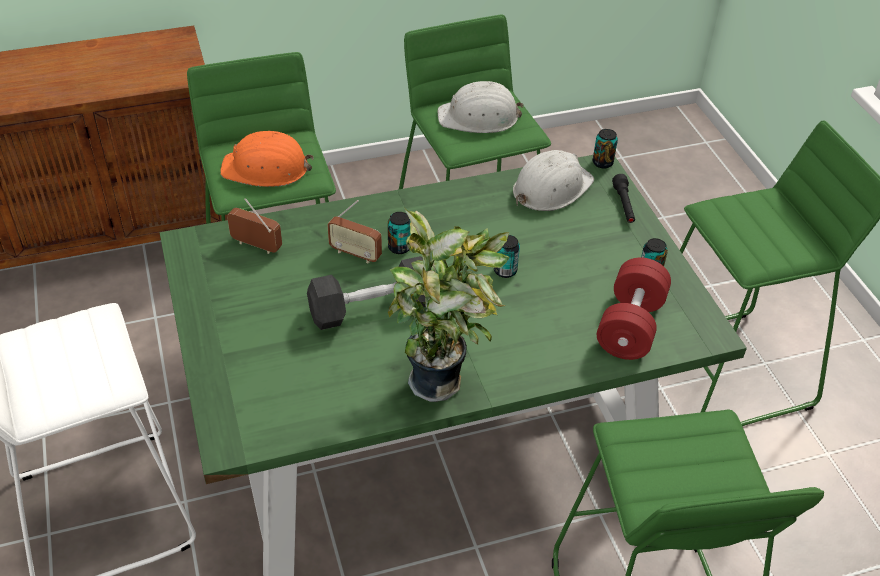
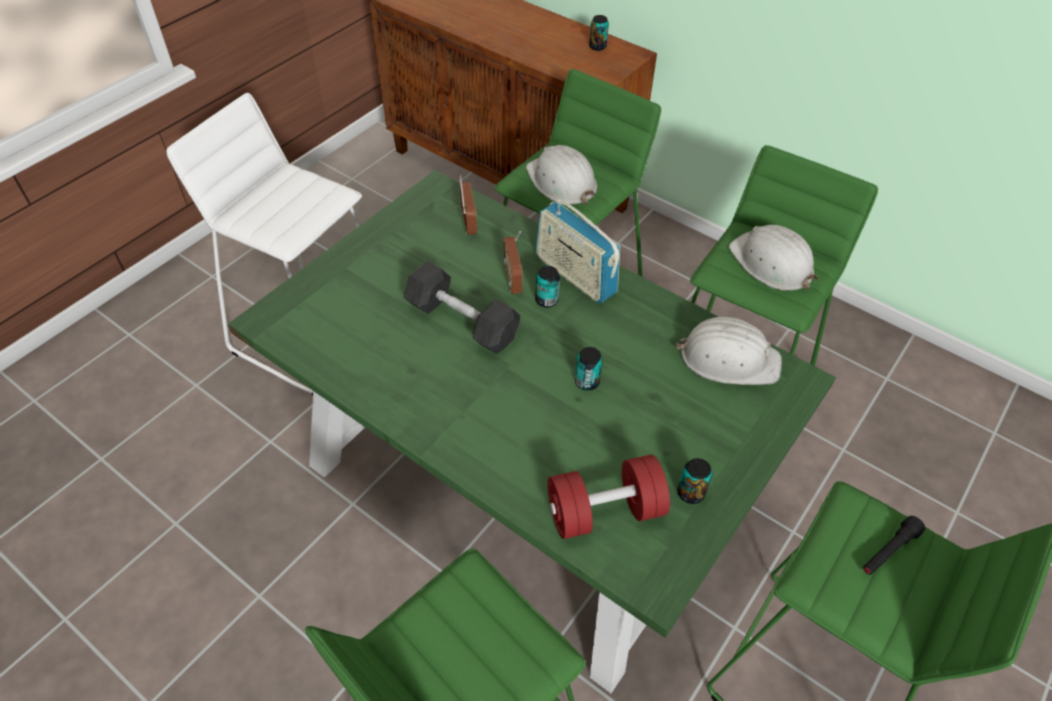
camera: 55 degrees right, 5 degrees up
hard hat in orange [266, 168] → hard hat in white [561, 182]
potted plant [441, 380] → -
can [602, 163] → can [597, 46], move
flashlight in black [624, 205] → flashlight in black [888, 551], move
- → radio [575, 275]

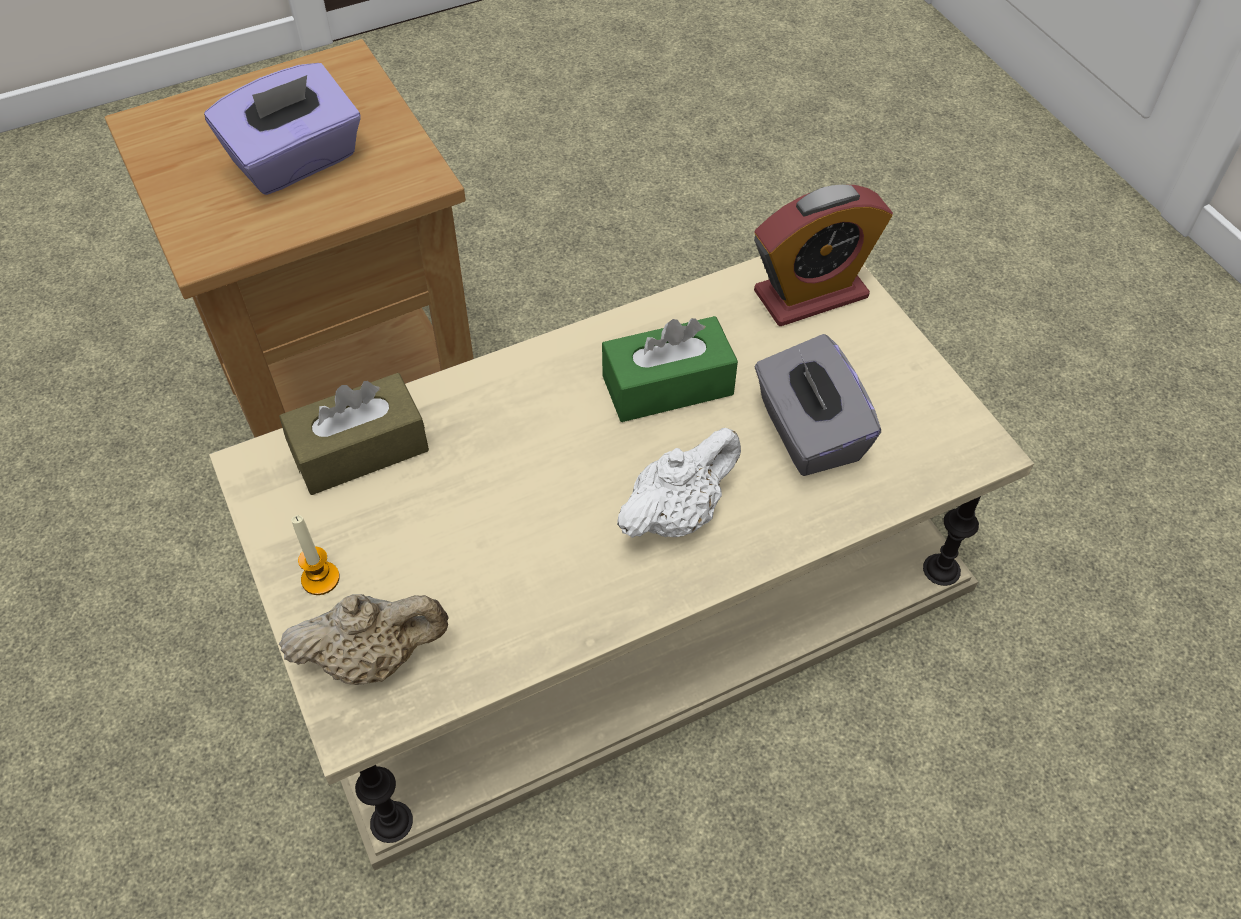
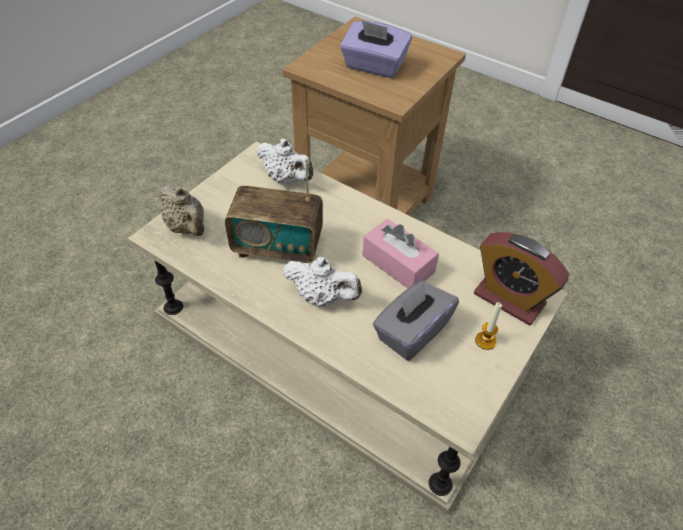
camera: 60 degrees right, 5 degrees down
tissue box in brown [360, 449] → teapot in white [286, 179]
candle [320, 579] → candle [485, 341], move
tissue box in green [667, 385] → tissue box in pink [398, 264]
- → radio [277, 247]

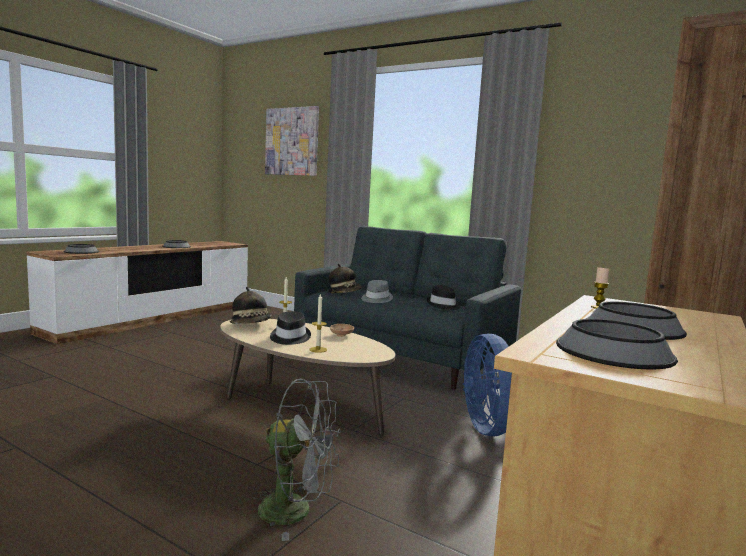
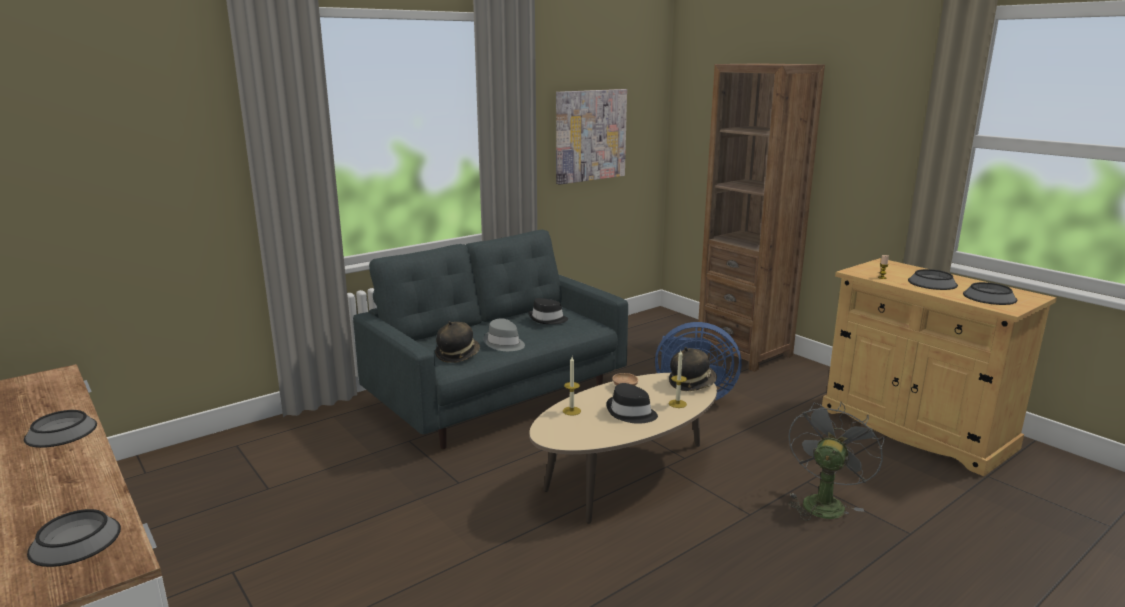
camera: 70 degrees left, 10 degrees up
hat [251, 324] → hat [691, 383], move
picture [292, 141] → picture [590, 135], move

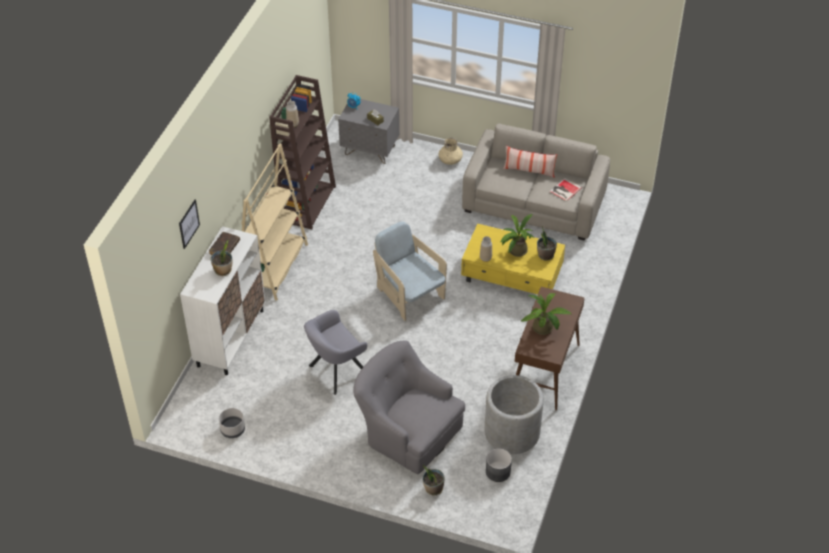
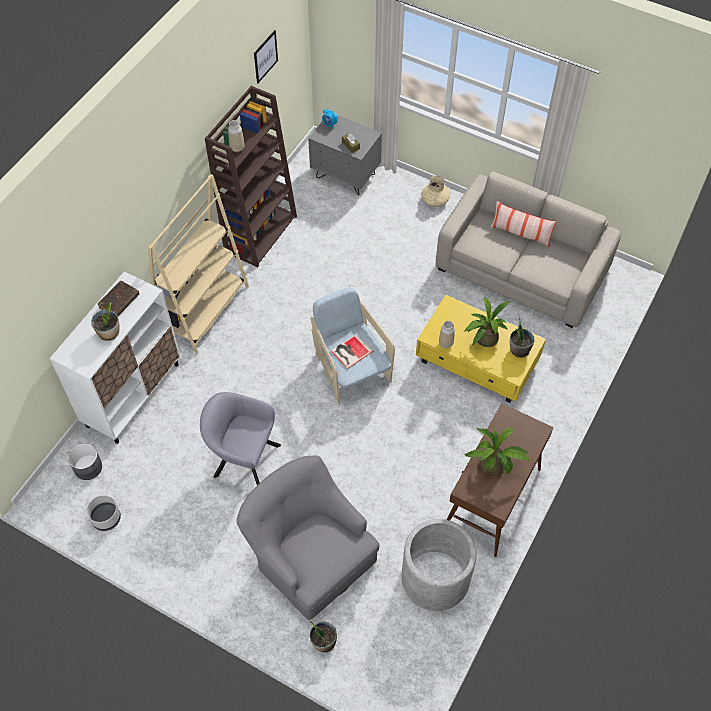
camera: 10 degrees right, 10 degrees up
picture [189, 224] → picture [265, 56], move
armchair in grey [336, 371] → armchair in grey [243, 459], 45 degrees clockwise
planter in grey [498, 471] → planter in grey [88, 467], move
book [564, 190] → book [350, 351], move

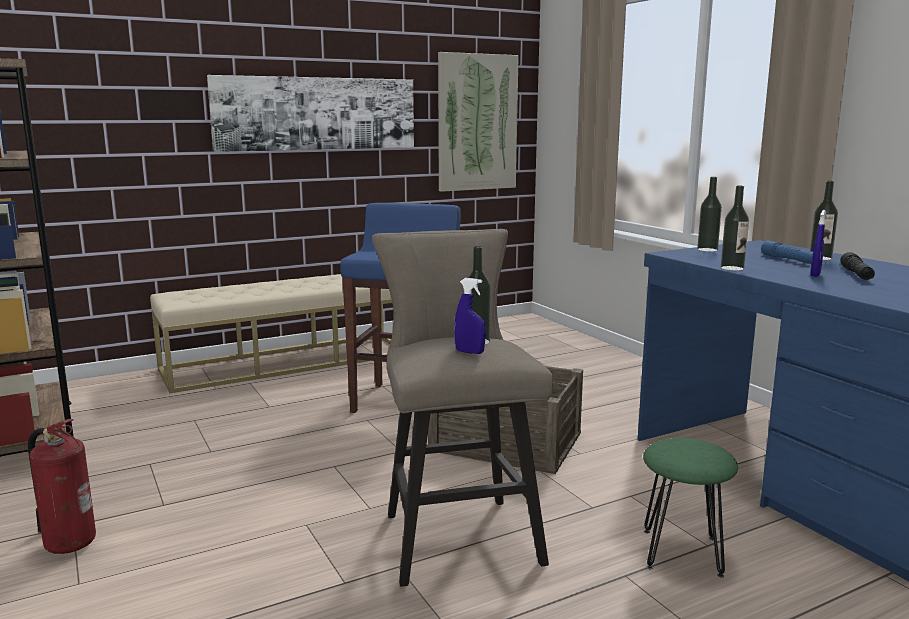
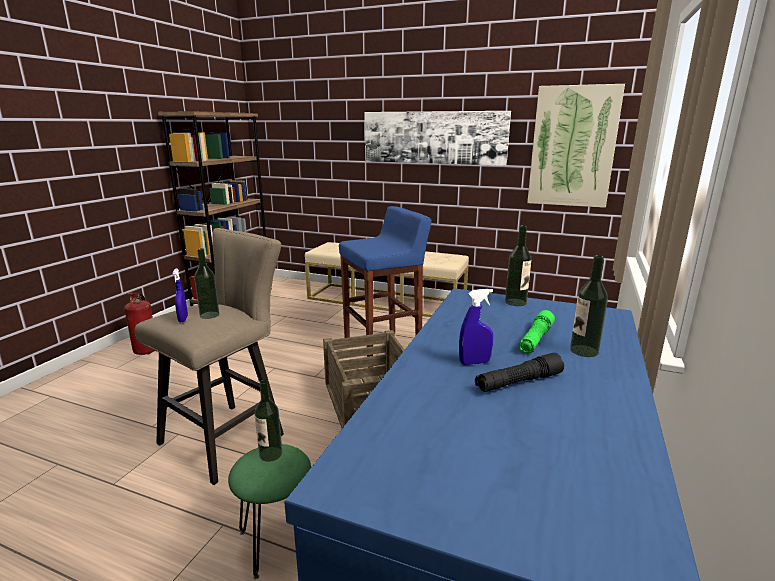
camera: 50 degrees right, 5 degrees up
bottle [732, 268] → bottle [270, 454], move
flashlight in blue [789, 260] → flashlight in green [535, 339]

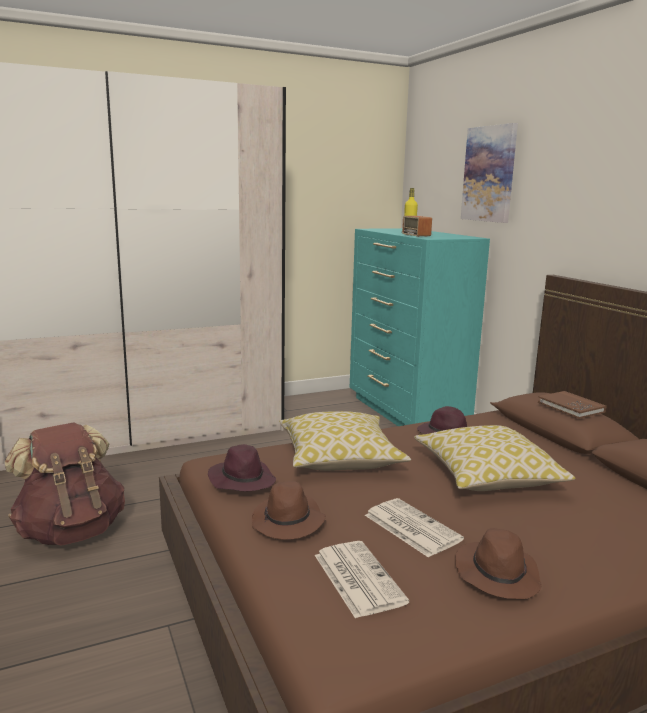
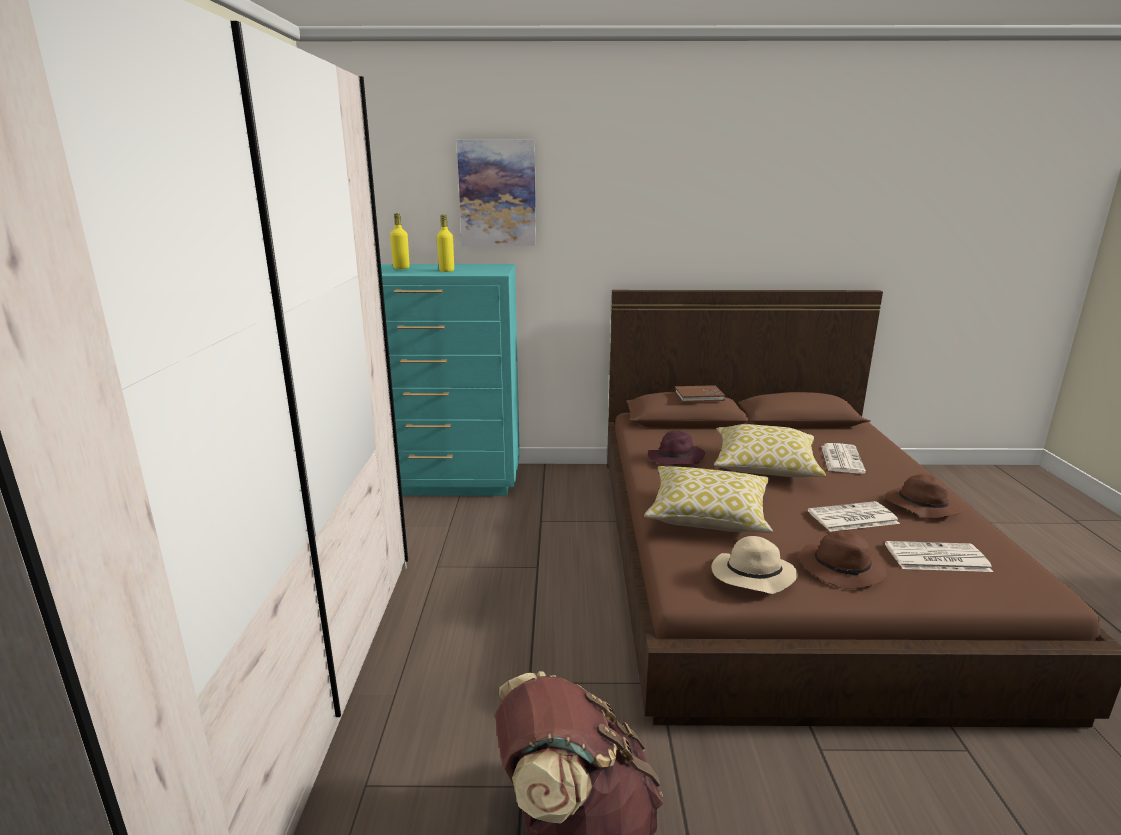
camera: 65 degrees left, 5 degrees up
hat in purple [241, 480] → hat in beige [751, 576]
radio [418, 234] → bottle in yellow [446, 271]
- → newspaper [841, 459]

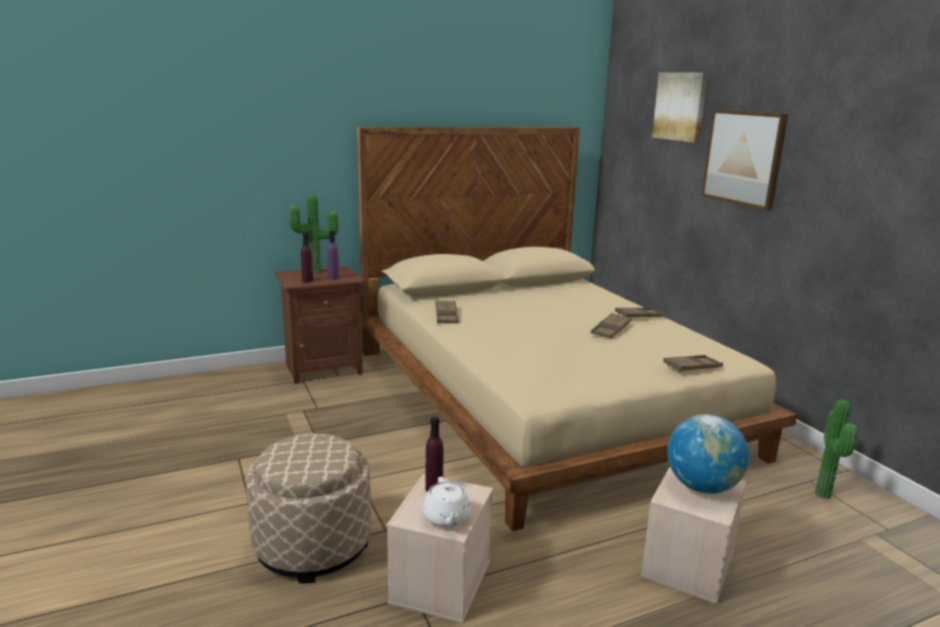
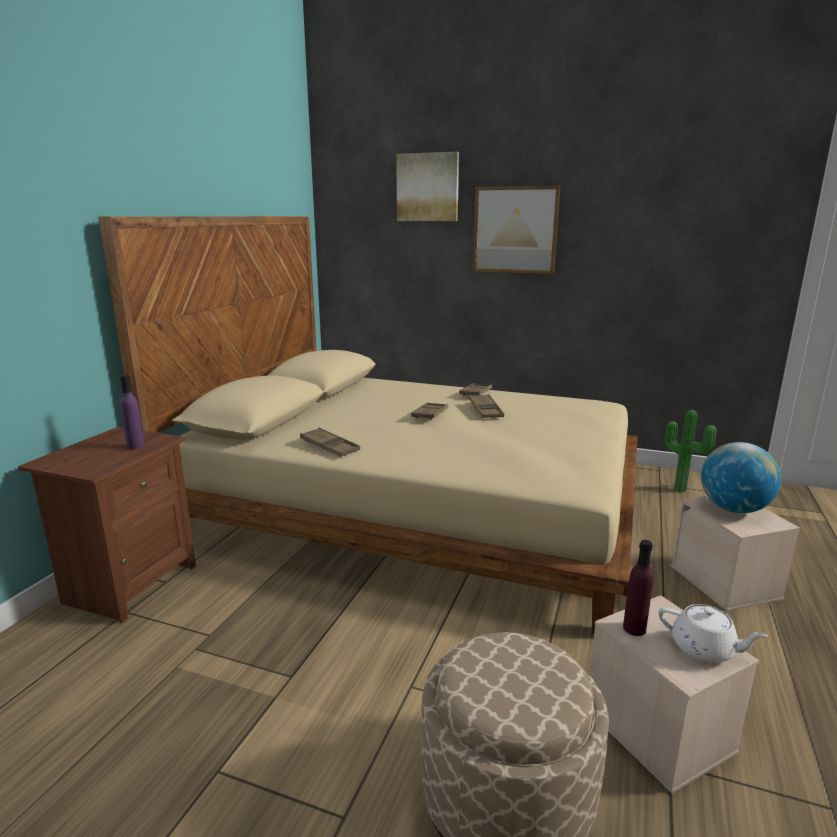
camera: 45 degrees left, 0 degrees up
potted plant [316, 272] → -
bottle in purple [307, 280] → -
tray in brown [692, 367] → tray in brown [430, 414], move

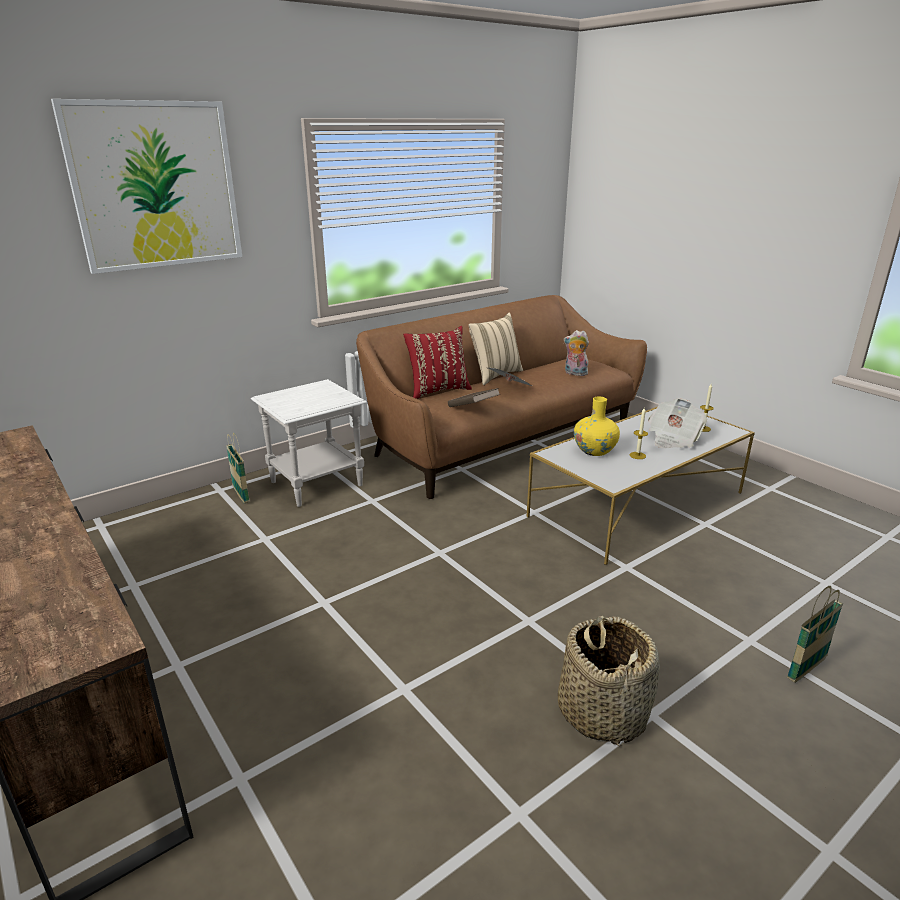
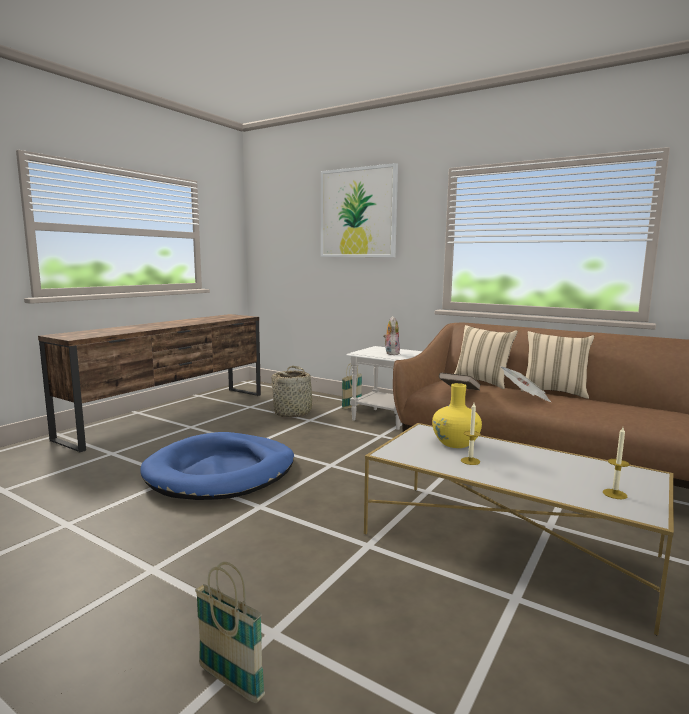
camera: 70 degrees right, 15 degrees down
pillow in red [437, 390] → pillow in beige [482, 382]
basket [602, 711] → basket [293, 413], move
plush toy [575, 373] → plush toy [391, 353], move
newspaper [673, 438] → -
- → dog bed in blue [221, 471]

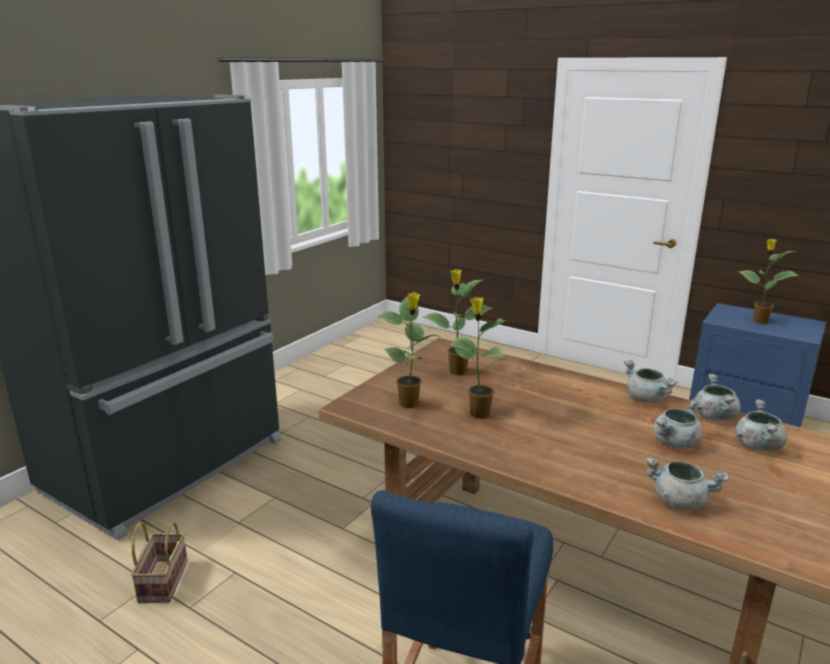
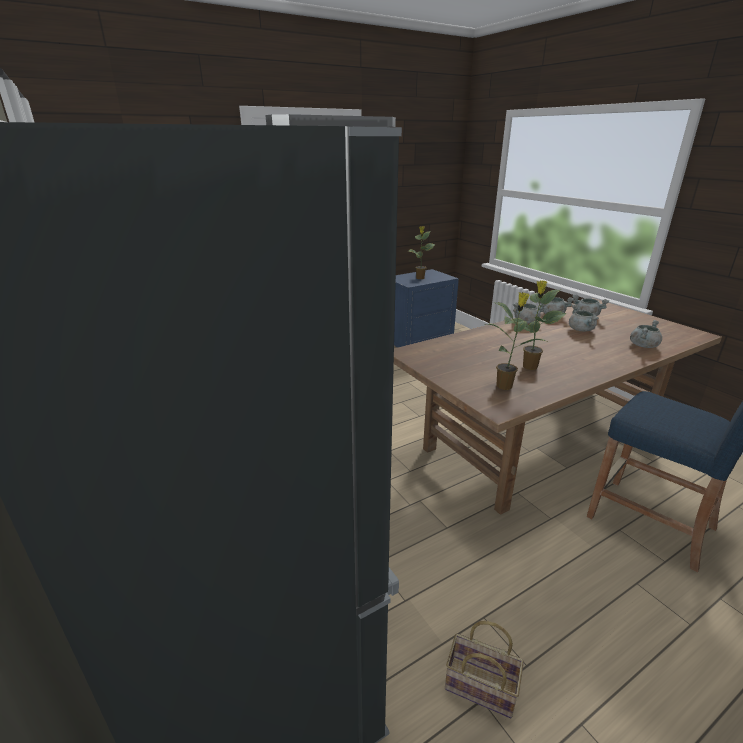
camera: 65 degrees left, 5 degrees up
potted plant [457, 372] → -

